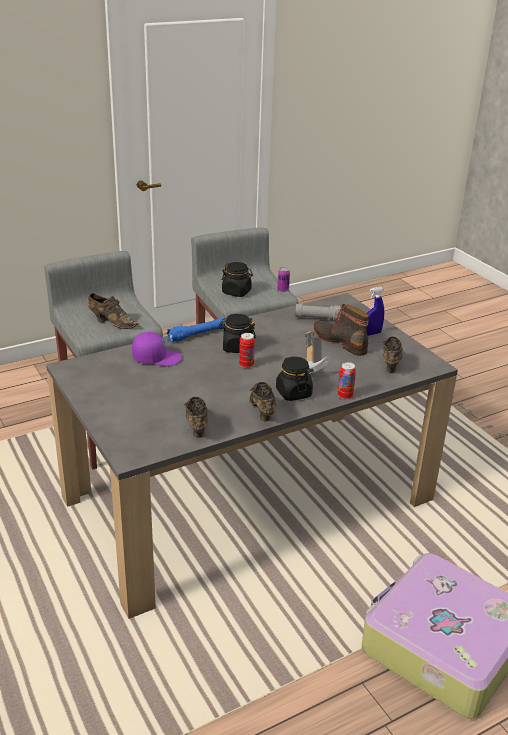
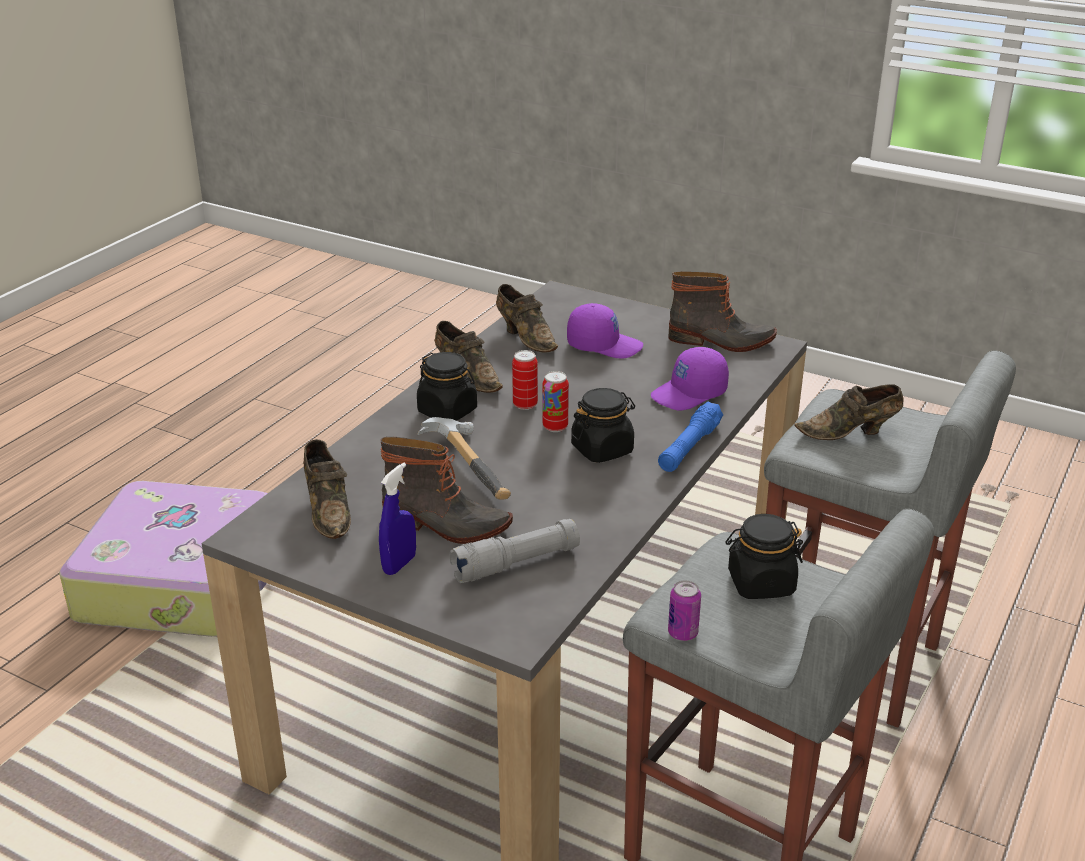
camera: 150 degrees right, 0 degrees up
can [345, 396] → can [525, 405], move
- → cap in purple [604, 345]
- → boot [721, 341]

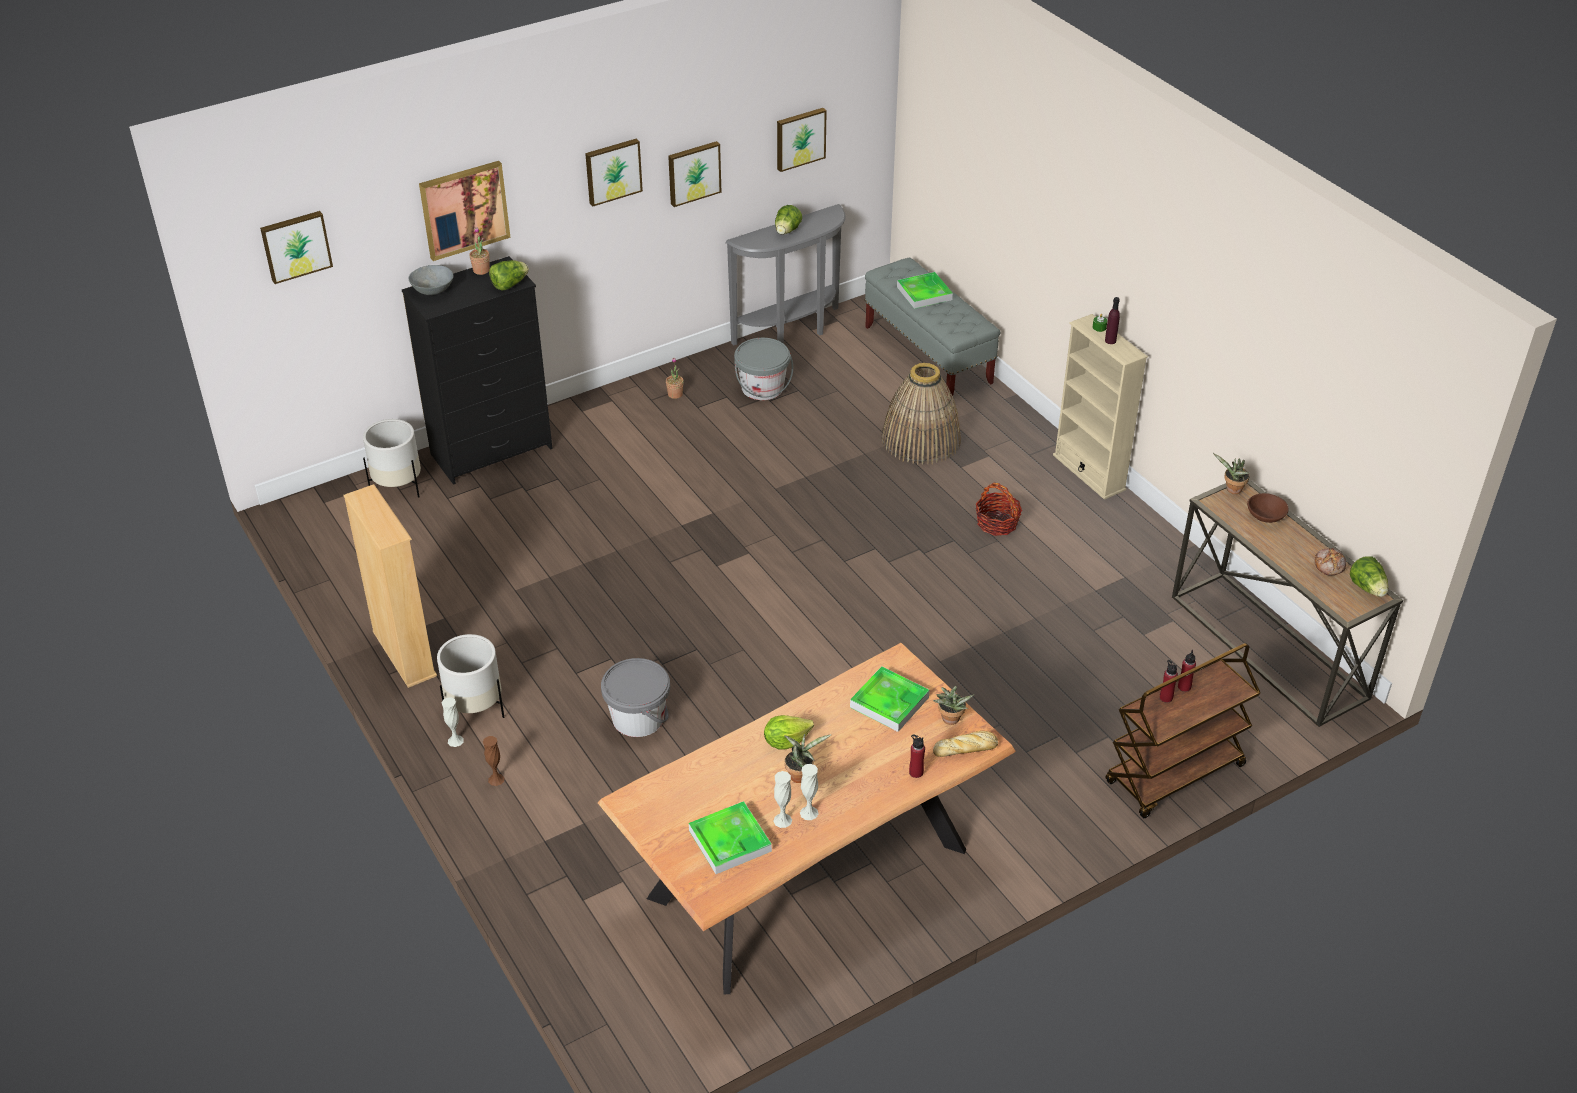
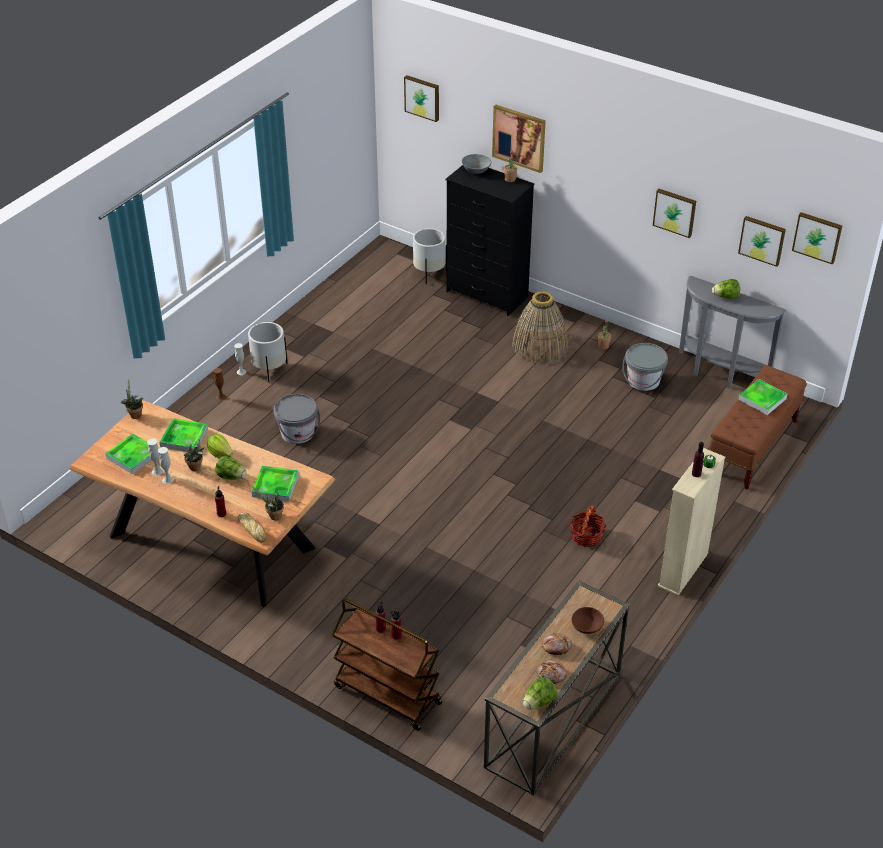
camera: 65 degrees right, 0 degrees up
bookcase in beige [404, 654] → -
lettuce [509, 285] → lettuce [231, 477], move
picture [612, 171] → picture [817, 237], move
bench in grey [928, 355] → bench in brown [752, 447]
basket [921, 440] → basket [539, 346], move
potted plant [1231, 490] → potted plant [134, 414], move
- → tray [184, 438]
- → bread [556, 646]

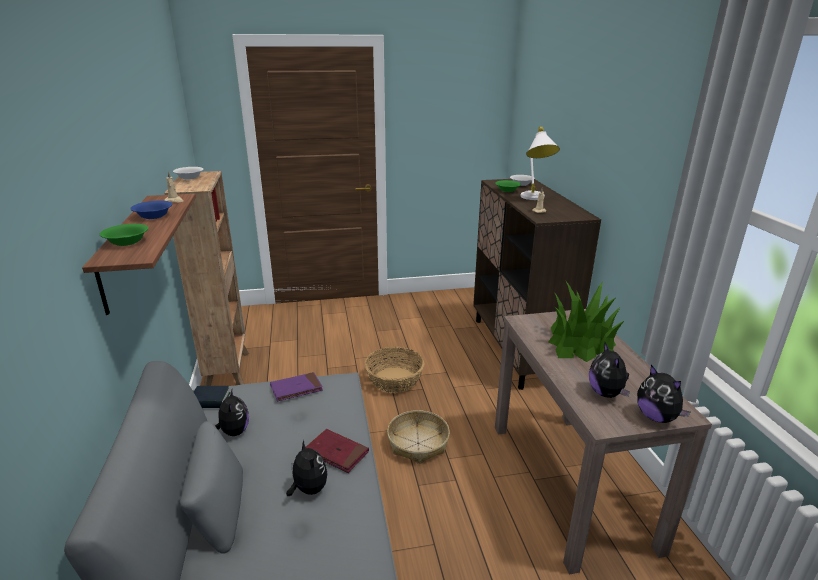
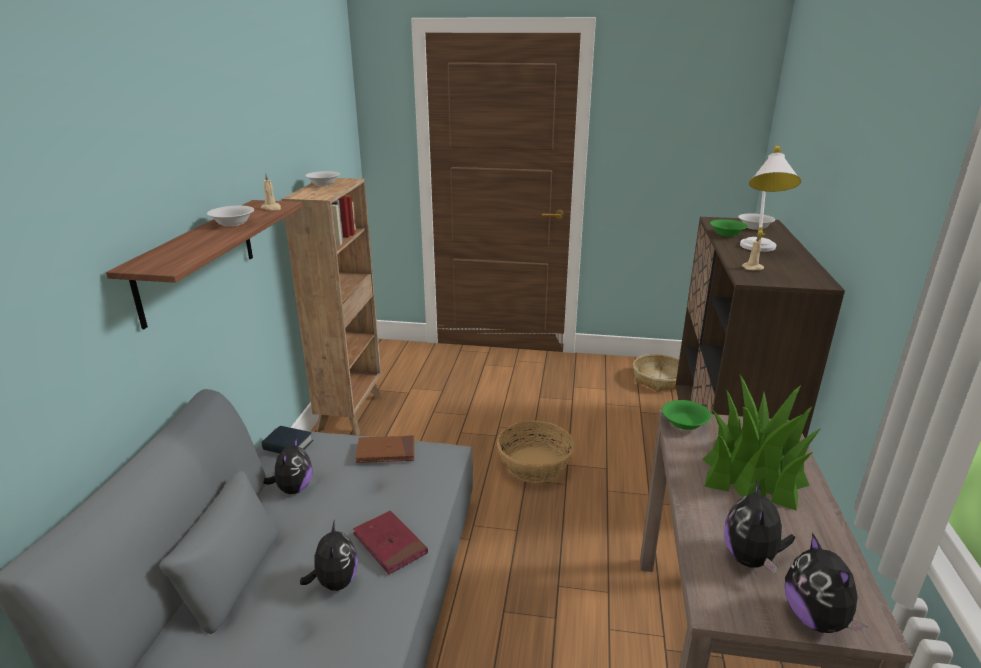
camera: 20 degrees right, 0 degrees up
bowl in green [127, 242] → bowl in green [685, 423], move
bowl in blue [154, 216] → bowl in white [233, 223]
book in purple [296, 388] → book in brown [386, 452]
basket [417, 443] → basket [659, 379], move

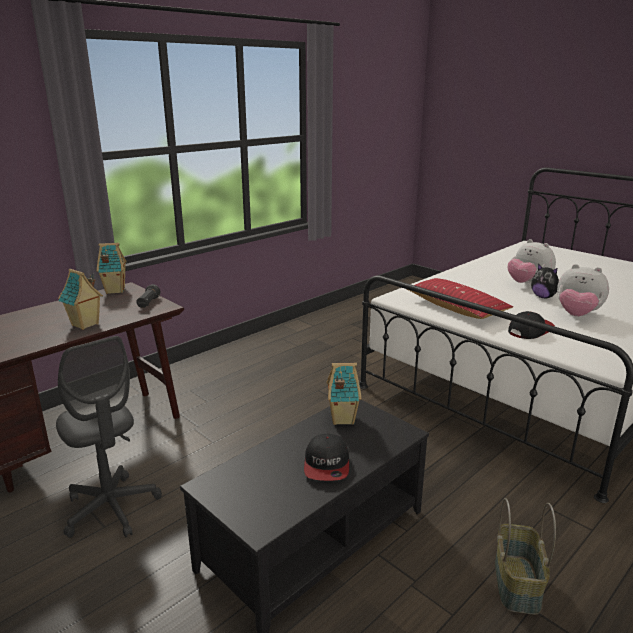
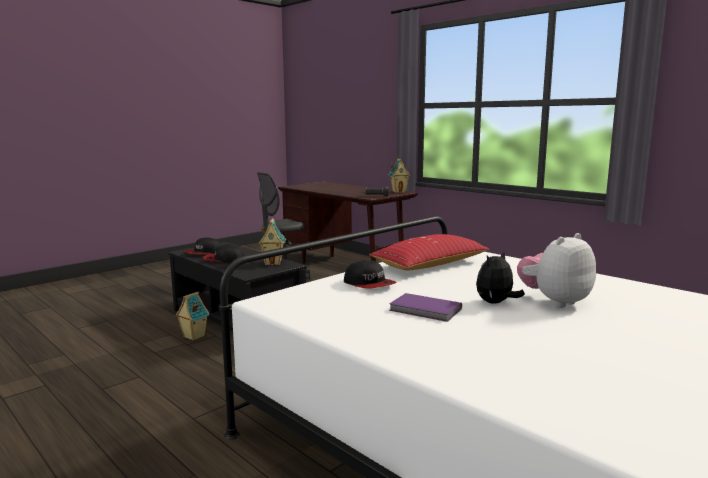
camera: 90 degrees right, 10 degrees down
toy house [85, 325] → toy house [193, 336], move
basket [518, 584] → -
plush toy [577, 315] → book in purple [425, 310]
- → cap [203, 253]

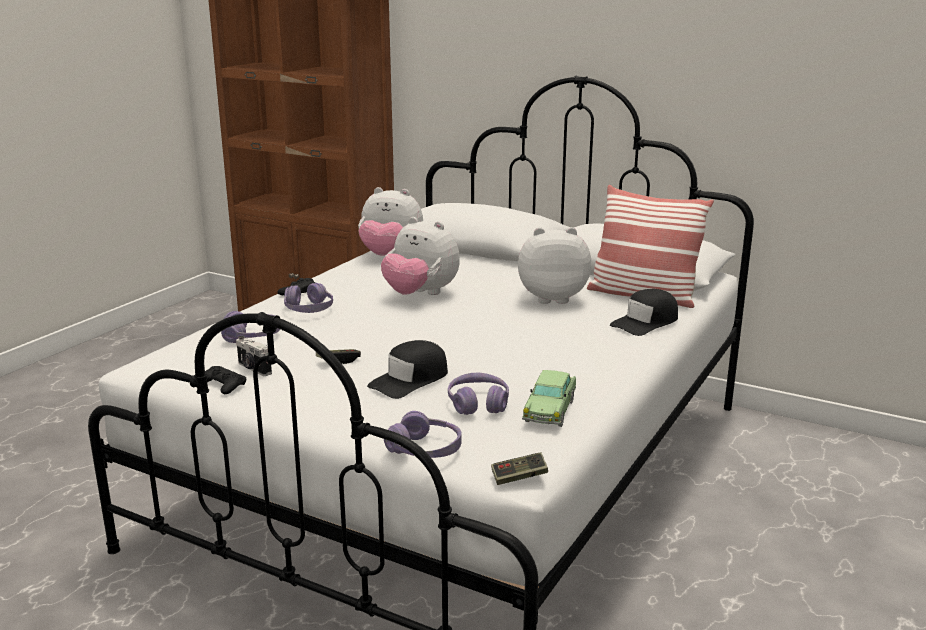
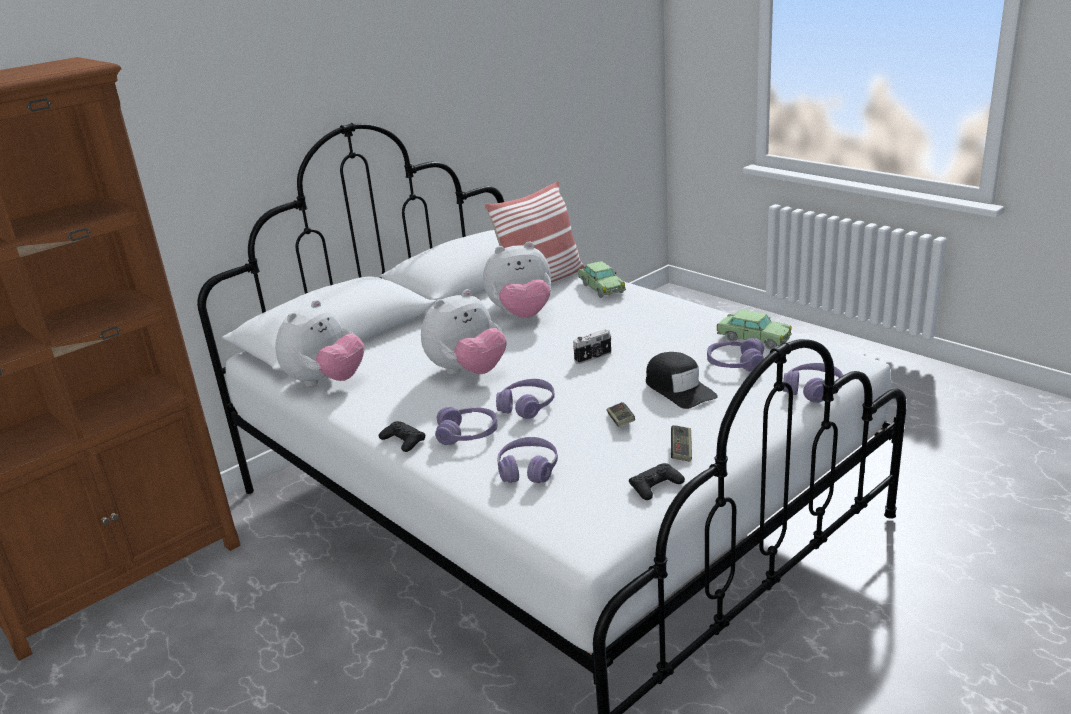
camera: 70 degrees left, 5 degrees up
photo camera [253, 369] → photo camera [594, 357], move
game controller [519, 477] → game controller [681, 450], move
plush toy [552, 298] → plush toy [522, 315], 120 degrees counterclockwise
cap in black [645, 322] → toy car [601, 288]
- → headphones in purple [527, 406]

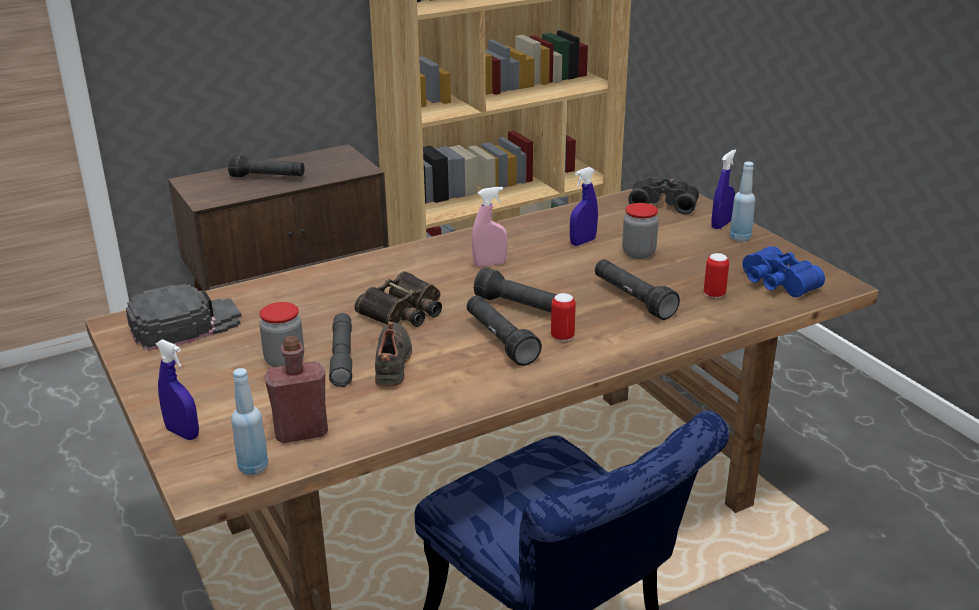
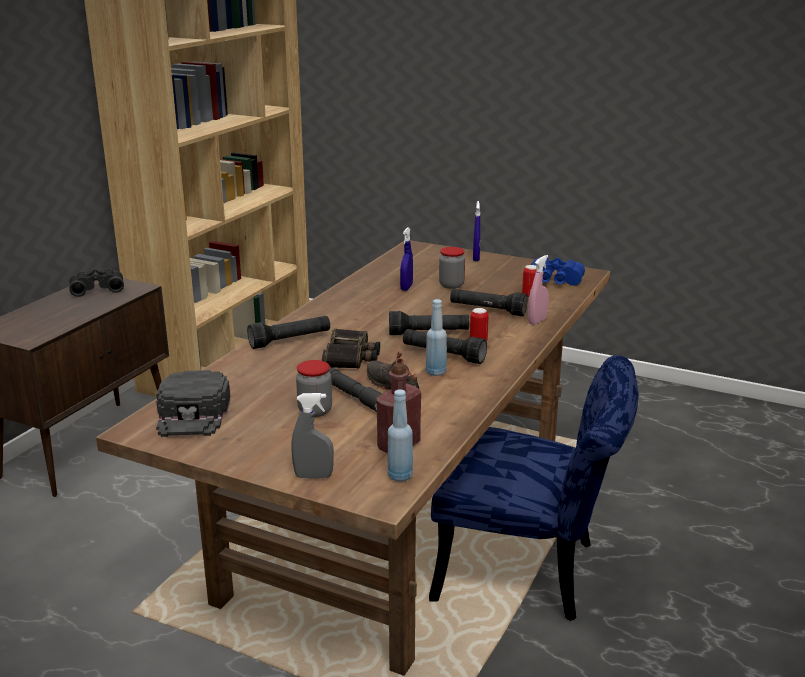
camera: 35 degrees left, 5 degrees down
cap in black [184, 324] → cap in black [193, 413], 150 degrees clockwise
spray bottle in blue [183, 433] → spray bottle in grey [313, 476]
flashlight in black [268, 177] → flashlight in black [290, 341], move
spray bottle in pink [489, 264] → spray bottle in pink [537, 321], move
binoculars in black [664, 203] → binoculars in black [97, 289], move
bottle in blue [740, 238] → bottle in blue [436, 372], move

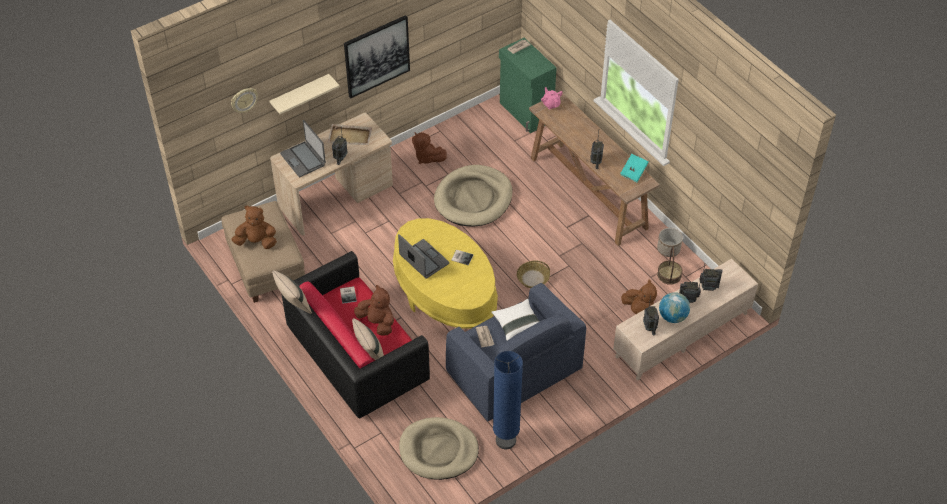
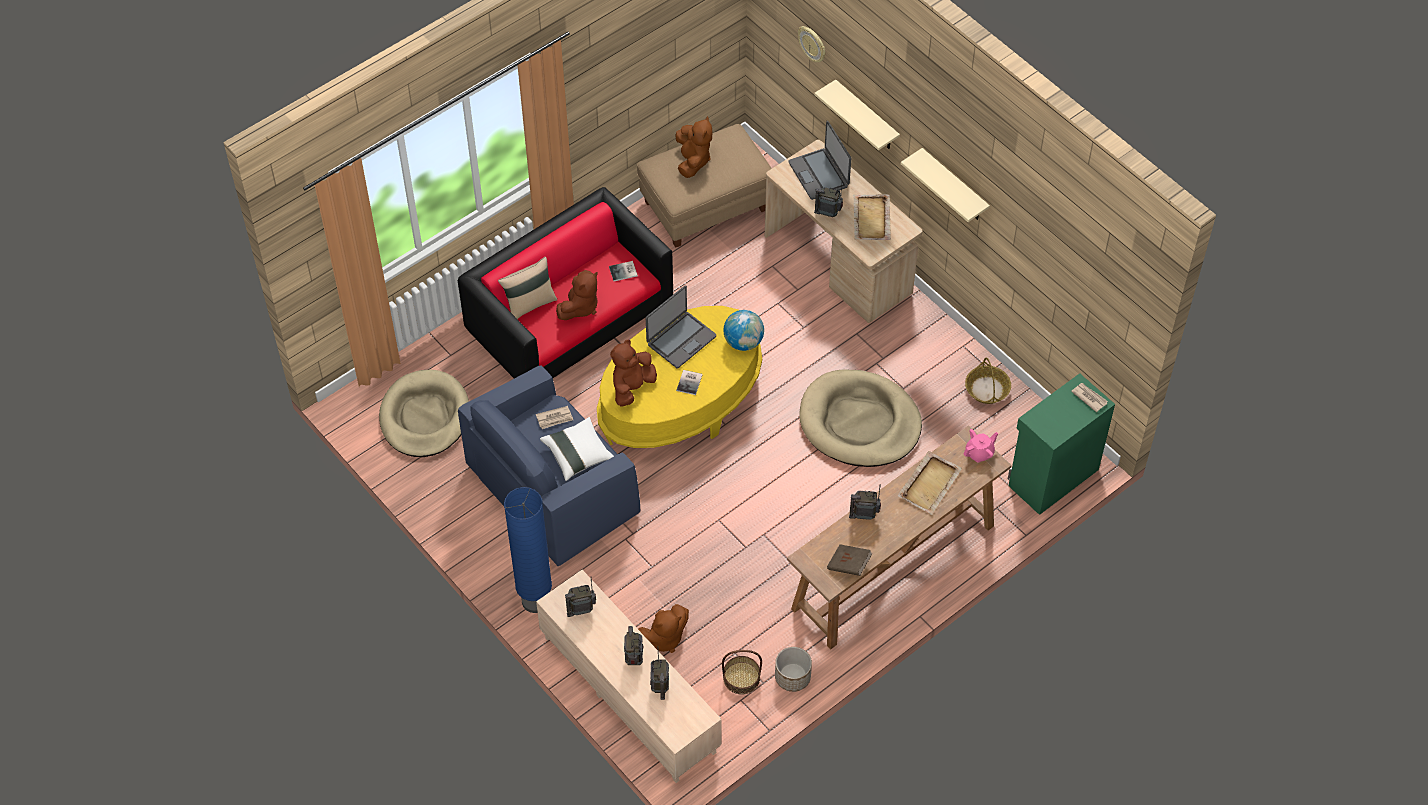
camera: 85 degrees right, 5 degrees up
pillow in beige [293, 304] → -
laptop [303, 159] → laptop [819, 174], 75 degrees counterclockwise
picture [376, 56] → shelf in beige [954, 186]
plush toy in brown [427, 157] → plush toy in brown [632, 387], move
floor lamp in blue [506, 440] → floor lamp in blue [535, 601], move
basket [532, 278] → basket [987, 389], move
book in turquoise [633, 172] → book in brown [849, 565]
globe [673, 317] → globe [743, 342], move
- → tray in beige [930, 483]

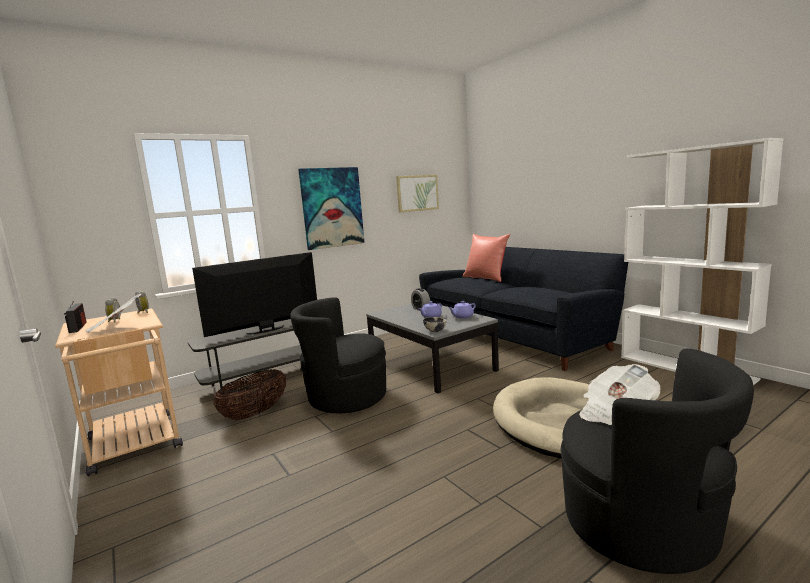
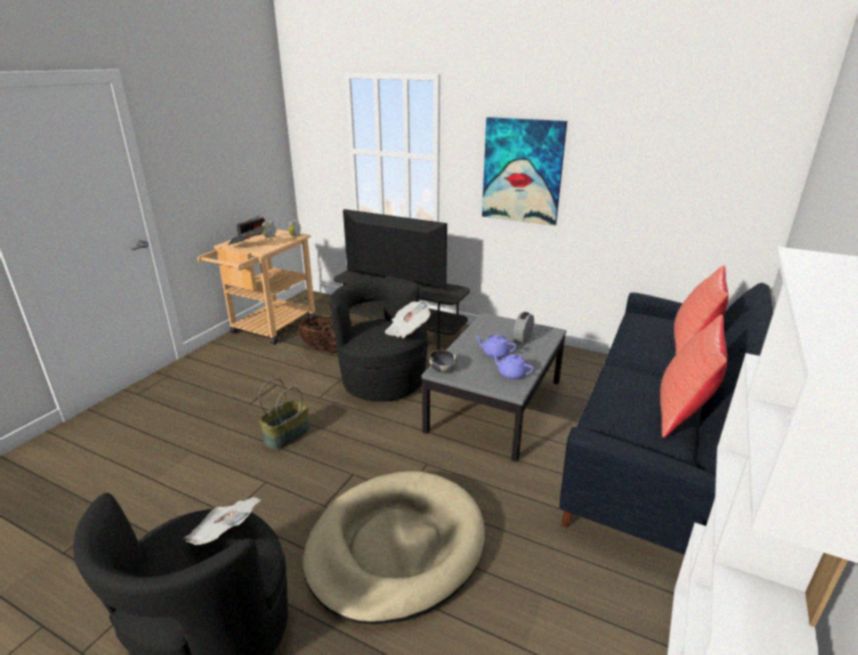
camera: 60 degrees right, 15 degrees up
picture [417, 193] → -
- → basket [287, 435]
- → newspaper [407, 330]
- → pillow in red [682, 411]

